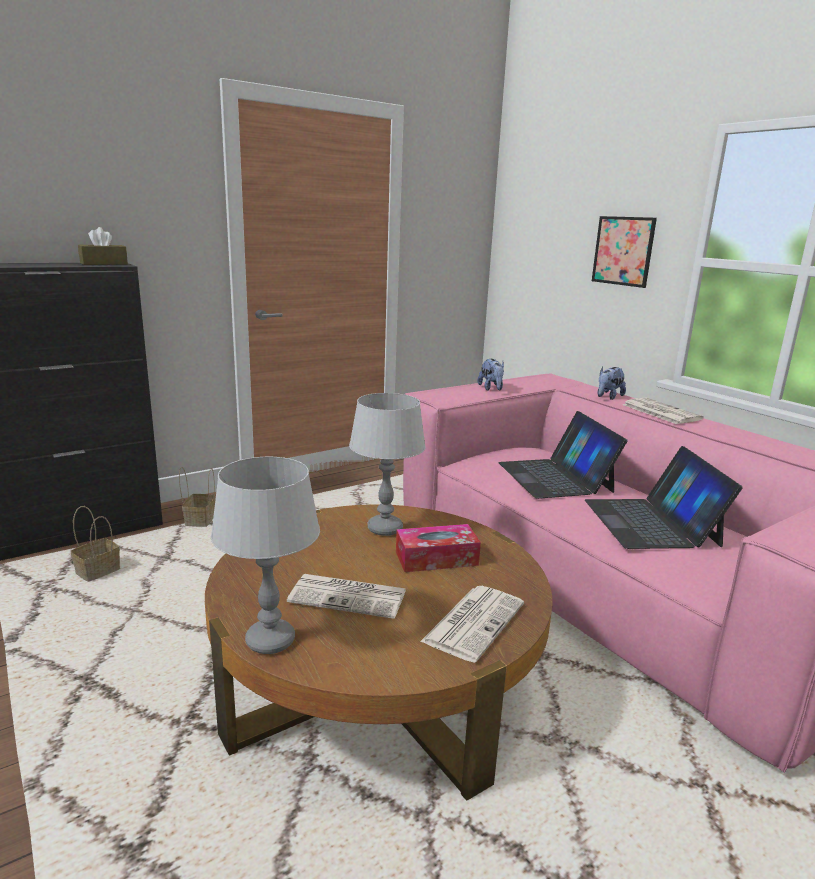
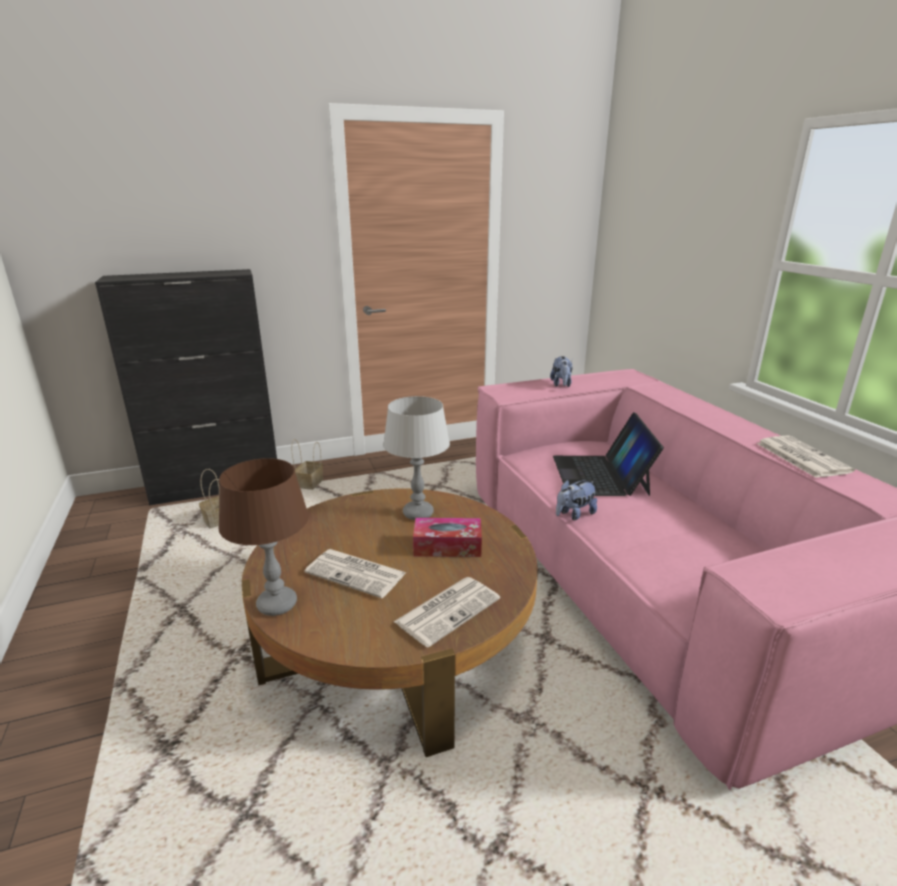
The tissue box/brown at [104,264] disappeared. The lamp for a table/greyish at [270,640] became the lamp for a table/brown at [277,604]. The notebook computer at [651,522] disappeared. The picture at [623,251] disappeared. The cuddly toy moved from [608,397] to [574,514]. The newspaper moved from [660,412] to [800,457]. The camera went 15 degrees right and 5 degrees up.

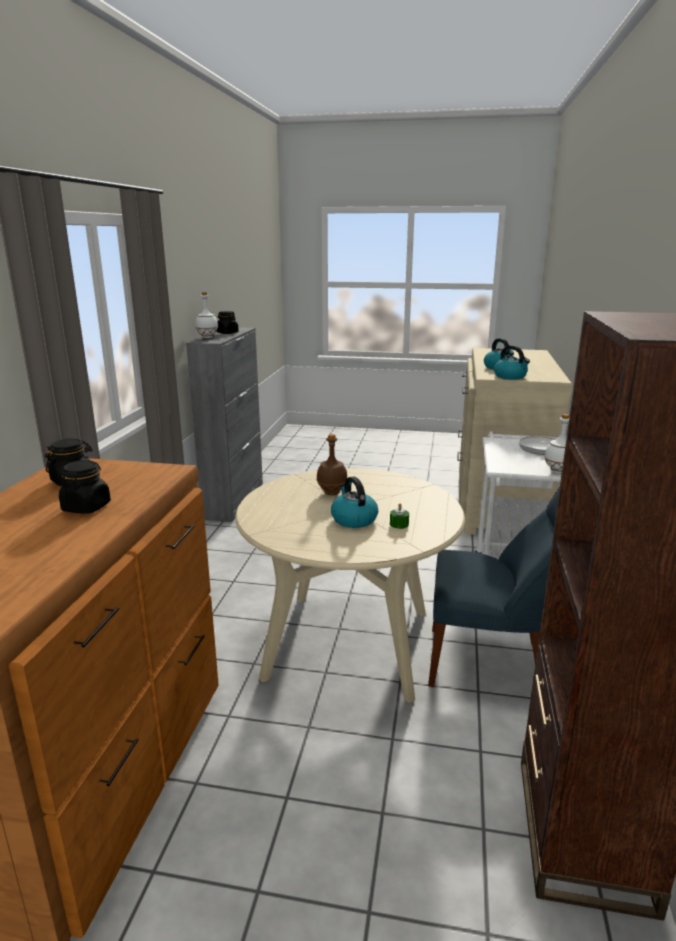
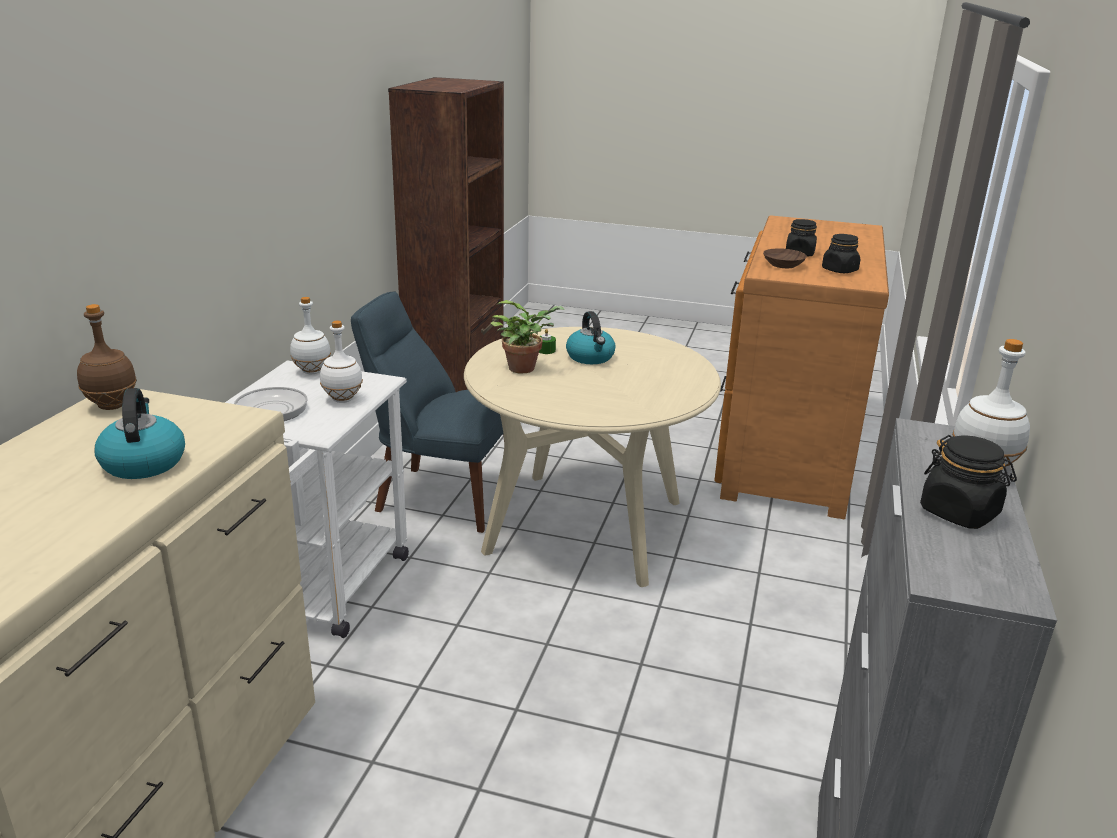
The bottle/brown moved from [332,493] to [111,406]. The water kettle at [510,376] disappeared. The bottle/white-coloured at [342,400] appeared. The potted plant at [525,368] appeared. The deep dish/brown at [782,265] appeared. The camera went 175 degrees left and 5 degrees up.

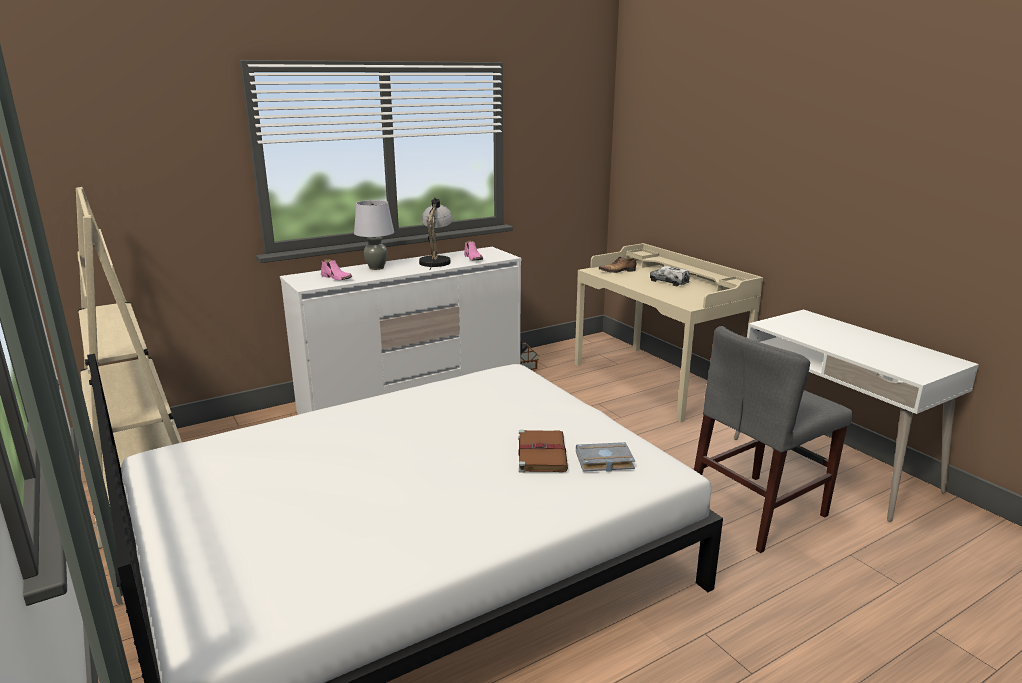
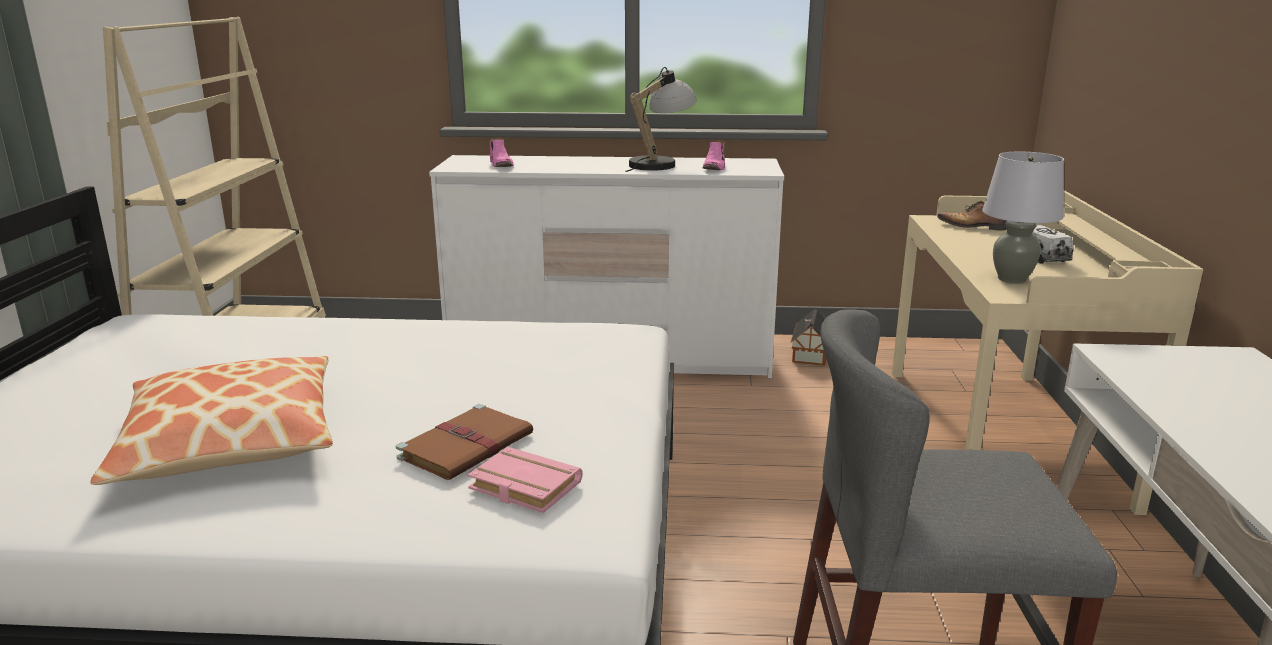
The lamp for a table/greyish moved from [376,268] to [1011,279]. The volume/greyish at [603,462] became the volume/pink at [522,487]. The throw pillow at [230,441] appeared. The camera went 35 degrees right and 0 degrees up.

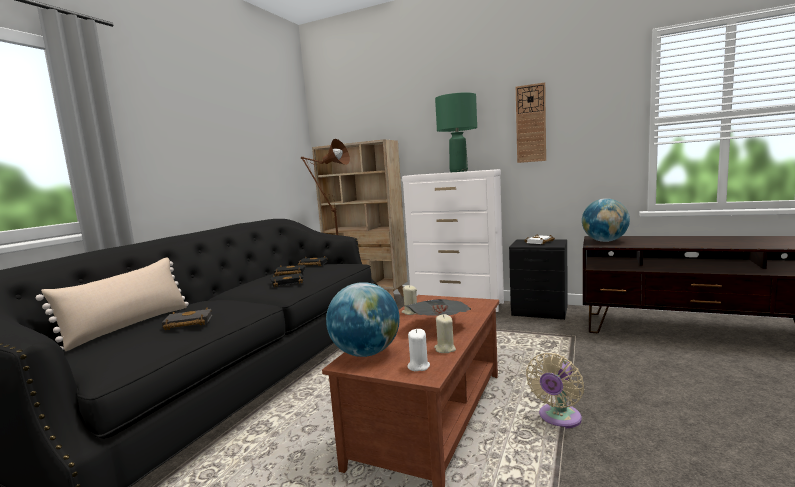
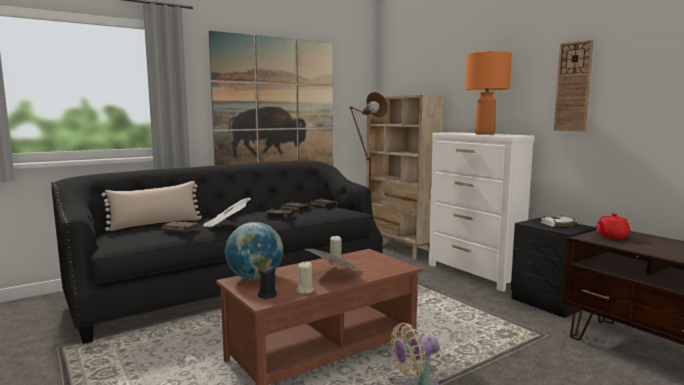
The candle/white-coloured at [418,366] became the candle/blackish at [268,295]. The lamp for a table/greenish at [458,171] became the lamp for a table/orangey at [484,134]. The world globe at [605,241] was replaced by the teapot/reddish at [611,236]. The newspaper at [226,225] appeared. The picture at [276,106] appeared. The camera went 30 degrees right and 0 degrees up.

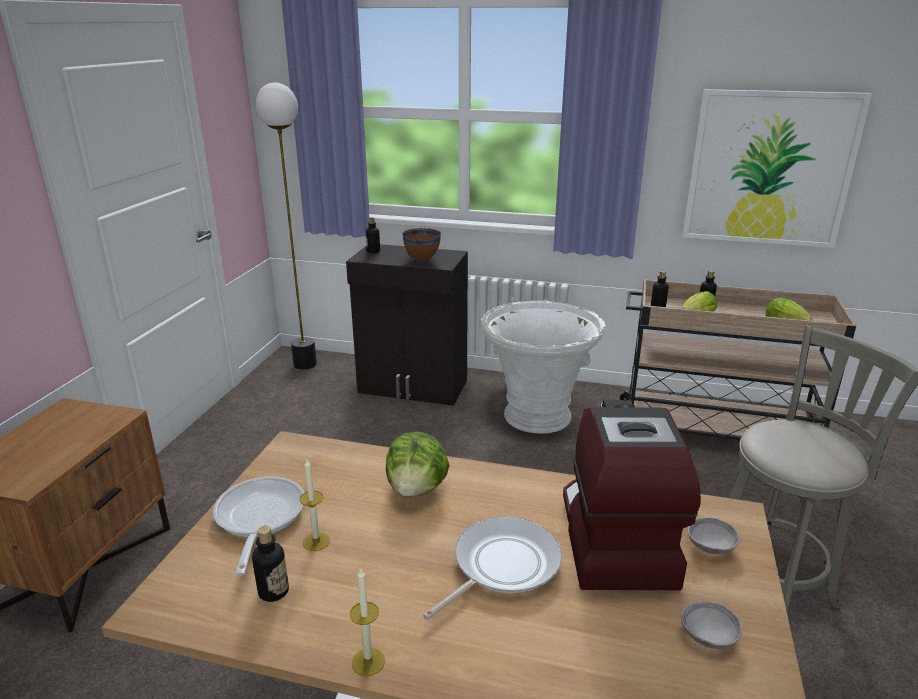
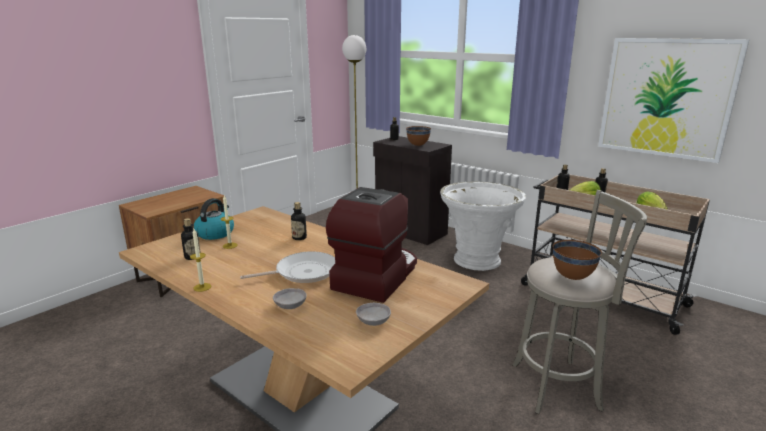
The frying pan at [258,519] was replaced by the water kettle at [215,233]. The lettuce head at [417,489] was replaced by the bottle at [299,238]. The deep dish/greyish moved from [710,546] to [290,306]. The deep dish/brown at [572,277] appeared. The camera went 25 degrees right and 5 degrees down.

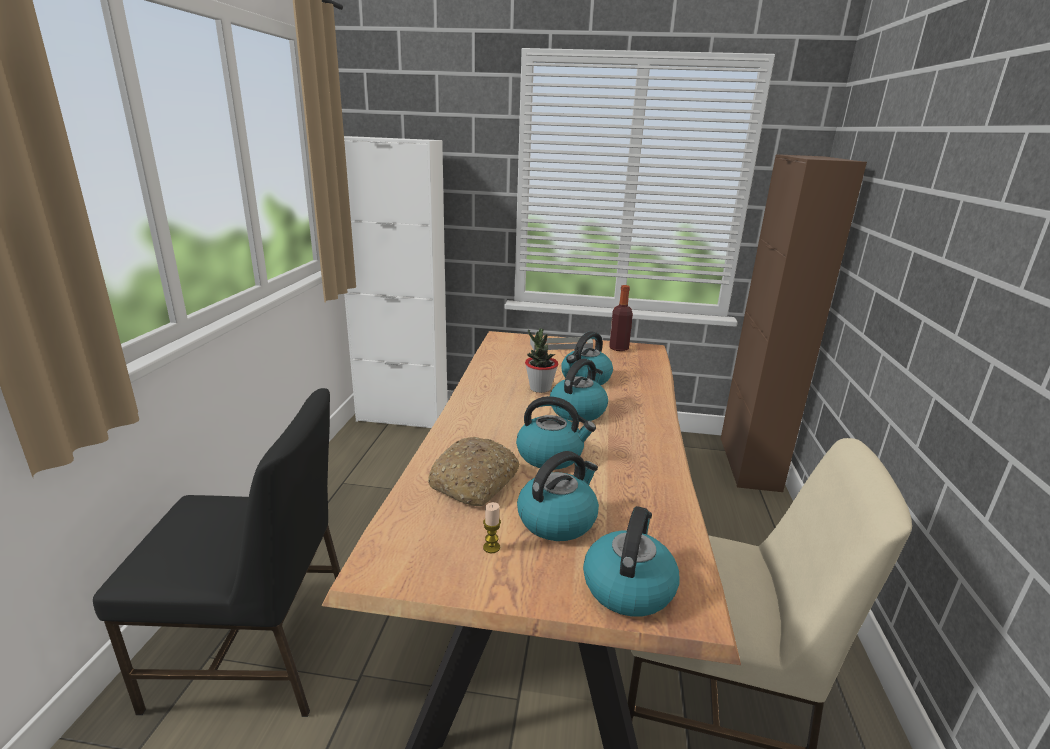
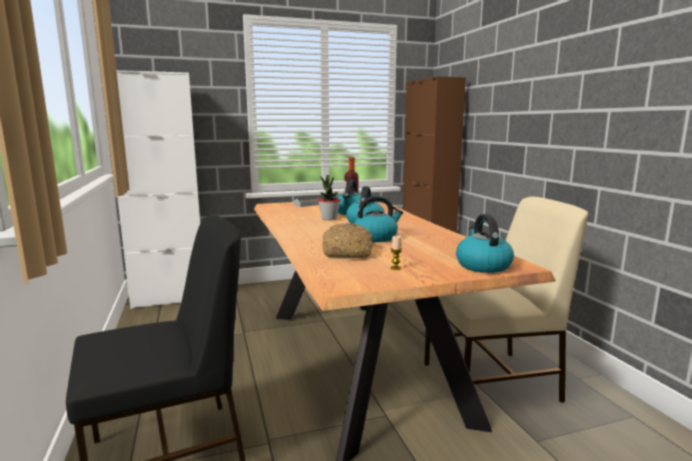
The water kettle at [557,519] disappeared. The camera went 25 degrees left and 10 degrees down.

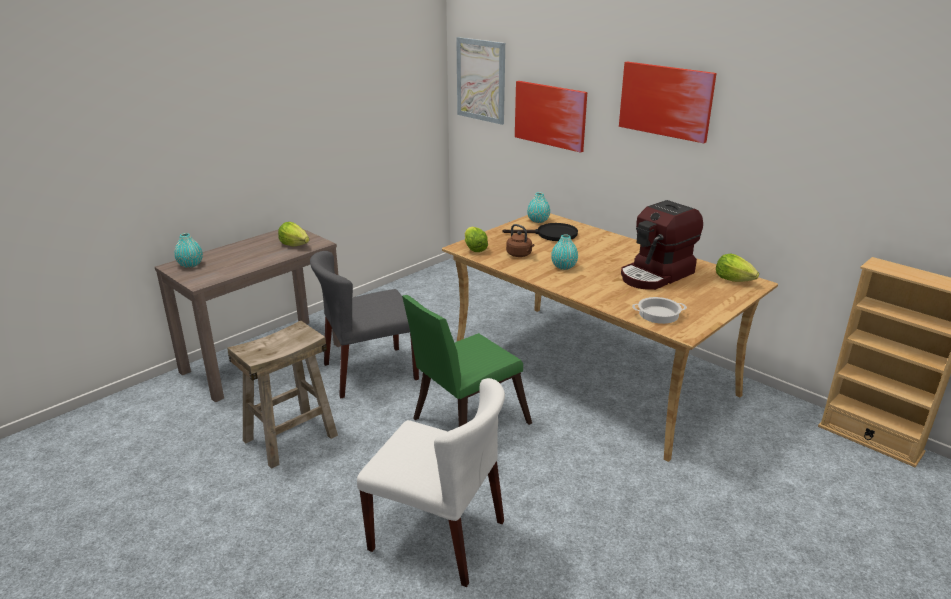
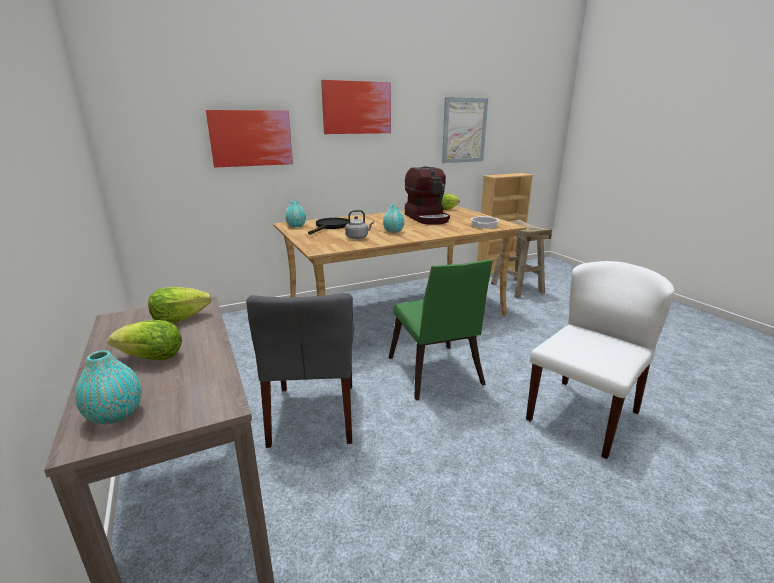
The stool/beige moved from [290,438] to [517,288]. The picture moved from [481,80] to [464,130]. The lettuce head moved from [474,249] to [152,358]. The water kettle/brown at [520,255] became the water kettle/greyish at [358,237]. The camera went 70 degrees left and 5 degrees down.

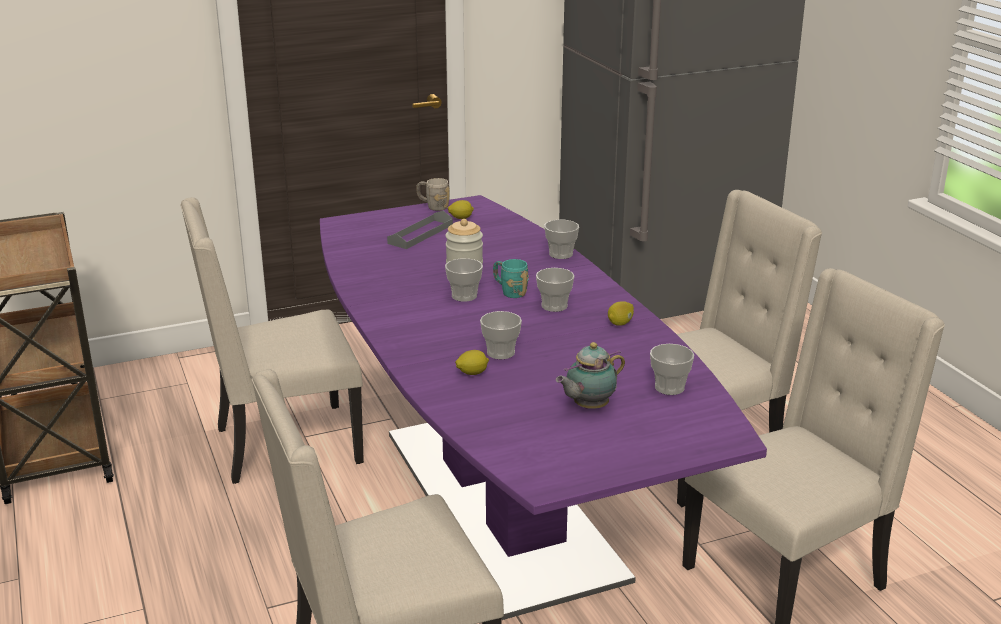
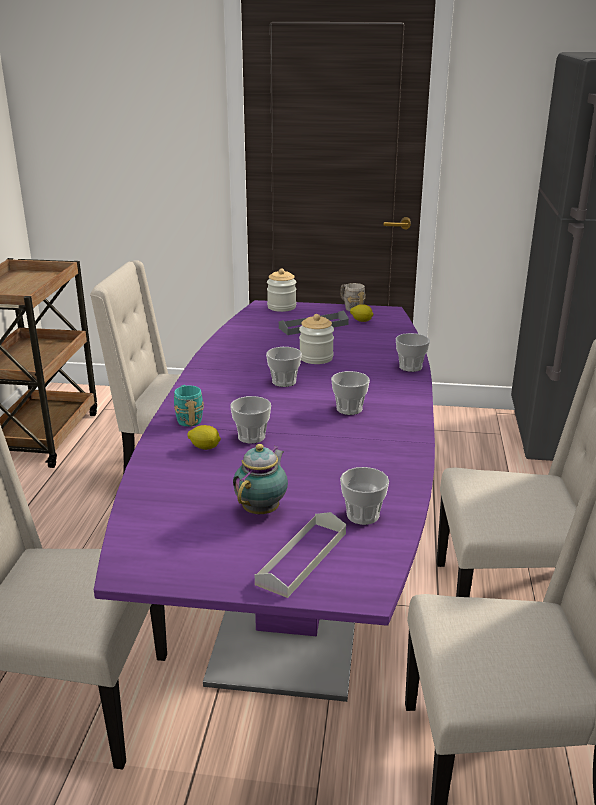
The coffee mug/blue-green moved from [509,292] to [188,418]. The teapot at [588,407] turned 120 degrees clockwise. The whole lemon at [620,323] disappeared. The serving tray/greyish at [302,558] appeared. The jar at [281,307] appeared. The camera went 30 degrees right and 0 degrees up.

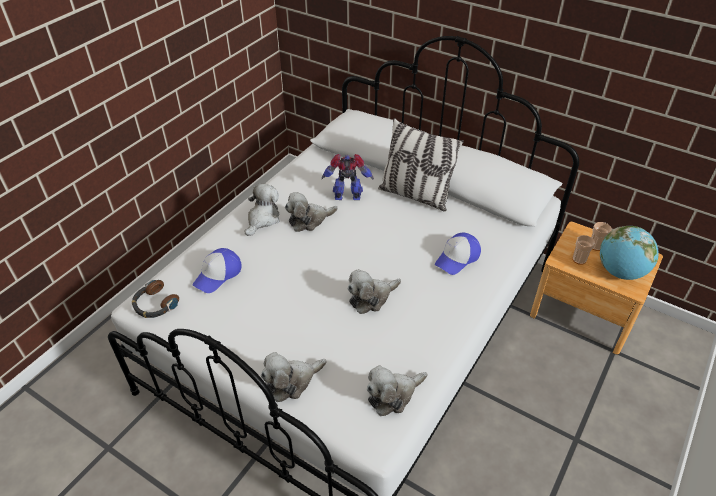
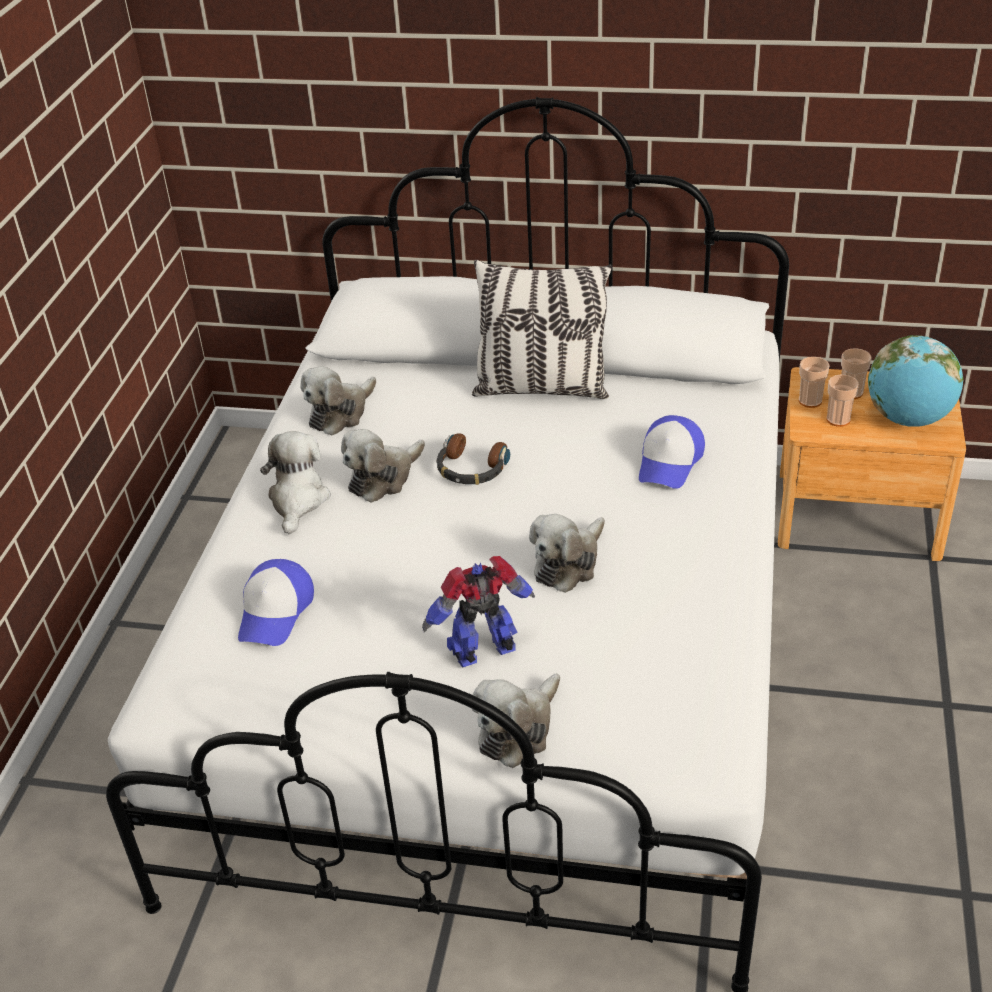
The headset moved from [155,304] to [471,469]. The model robot moved from [348,197] to [485,651]. The cuddly toy moved from [393,395] to [340,413]. The drinking cup at [810,401] appeared. The camera went 20 degrees left and 5 degrees down.

